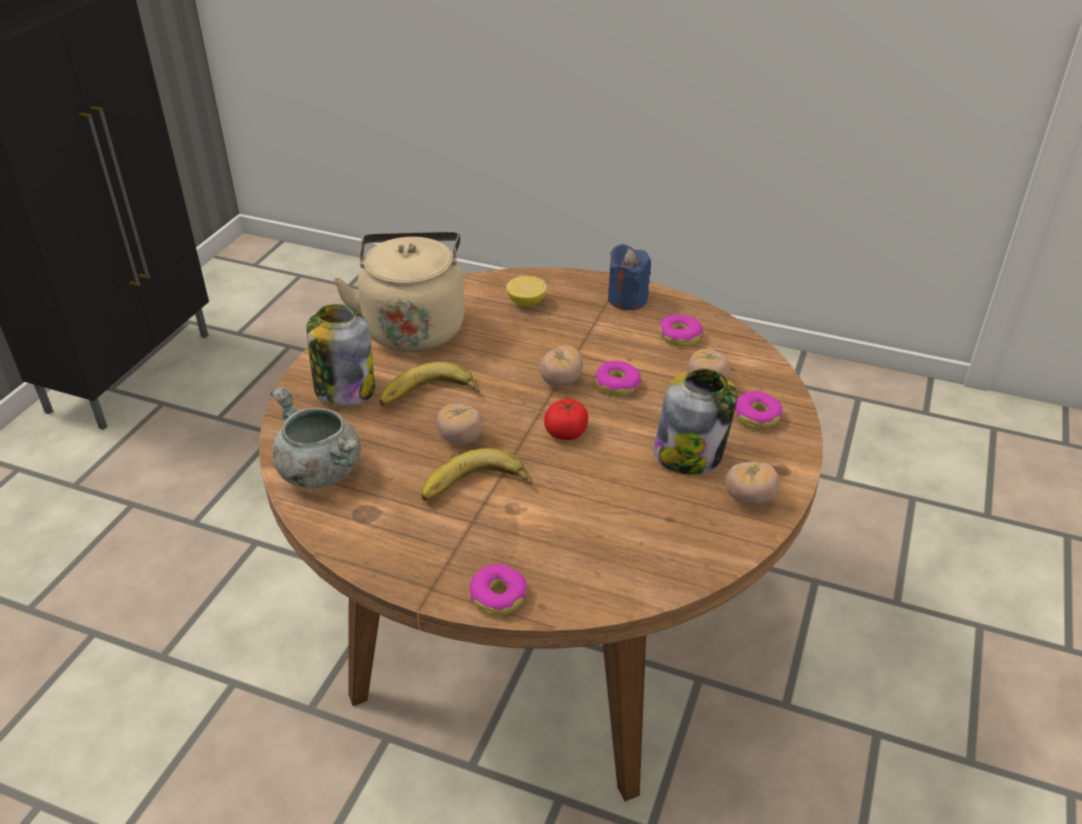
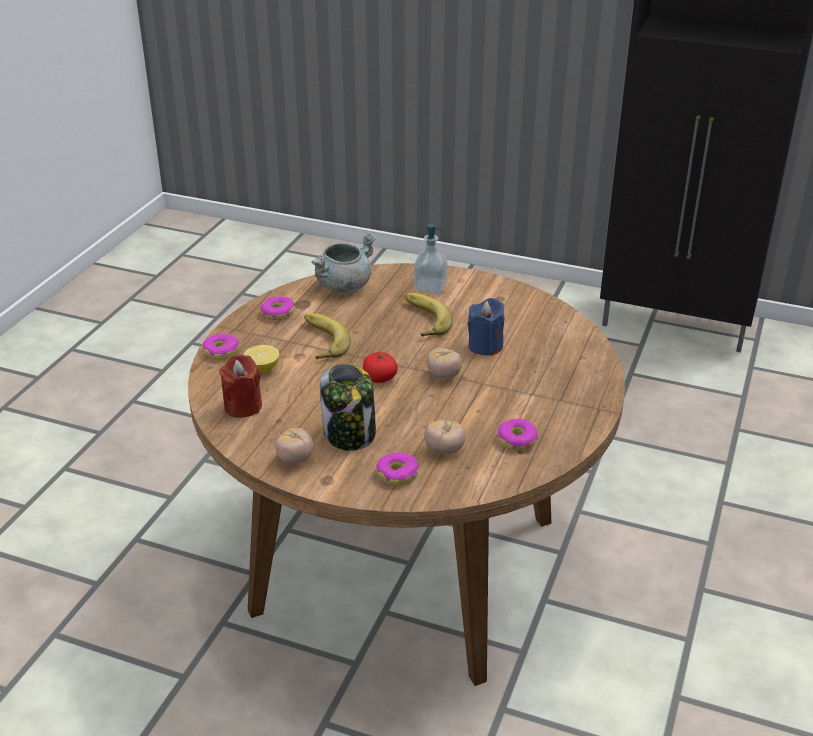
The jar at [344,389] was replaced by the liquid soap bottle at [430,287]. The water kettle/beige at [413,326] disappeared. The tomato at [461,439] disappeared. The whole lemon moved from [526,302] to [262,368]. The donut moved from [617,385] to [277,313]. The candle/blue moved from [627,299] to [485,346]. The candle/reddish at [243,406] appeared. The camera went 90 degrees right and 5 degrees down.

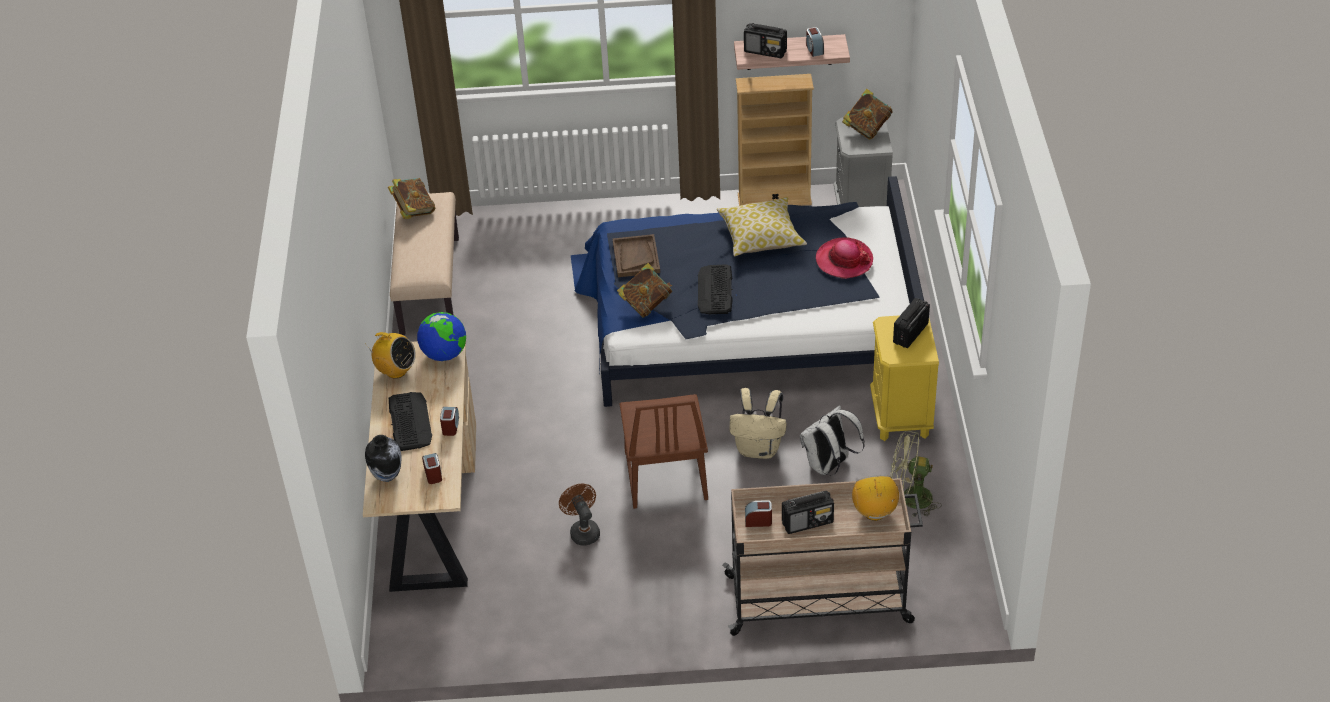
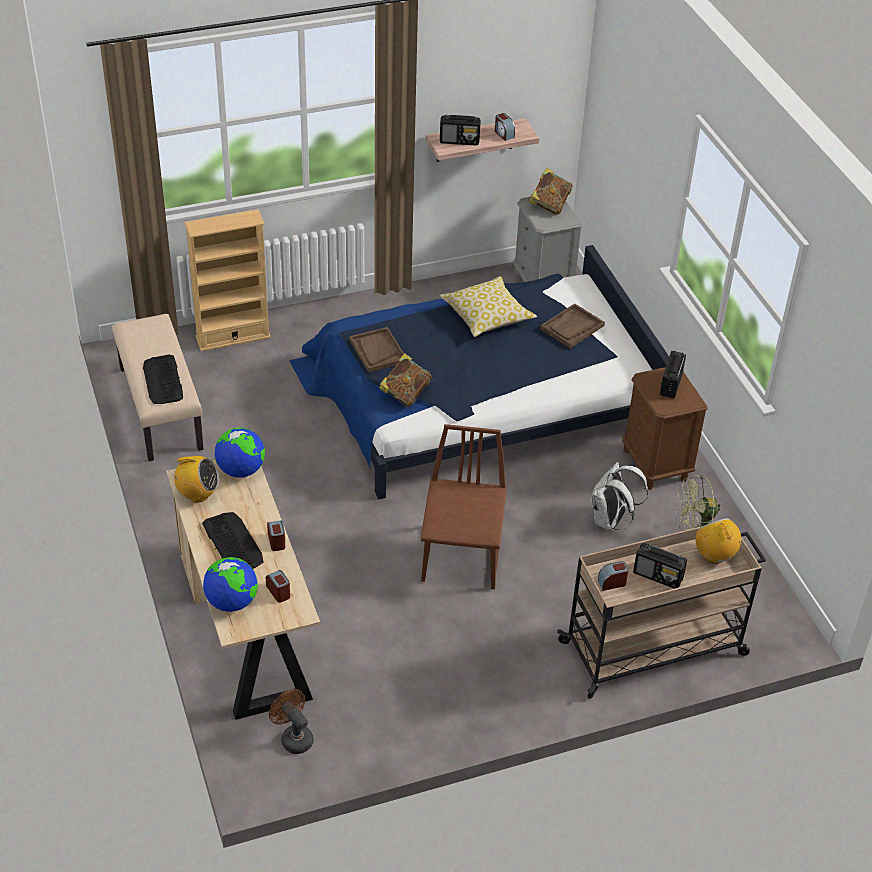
The decorative vase at [387,476] was replaced by the world globe at [232,602]. The volume at [413,210] disappeared. The fan/brown moved from [583,531] to [293,737]. The upright chair/brown at [664,476] turned 150 degrees counterclockwise. The PC keyboard moved from [715,290] to [163,380]. The rucksack/beige at [759,449] disappeared. The bookshelf/beige moved from [774,199] to [233,337]. The radio set at [808,522] turned 60 degrees clockwise. The wearable hat at [844,260] was replaced by the serving tray/brown at [572,327]. The night table/yellow at [901,416] became the night table/brown at [656,465]. The camera went 20 degrees left and 0 degrees up.

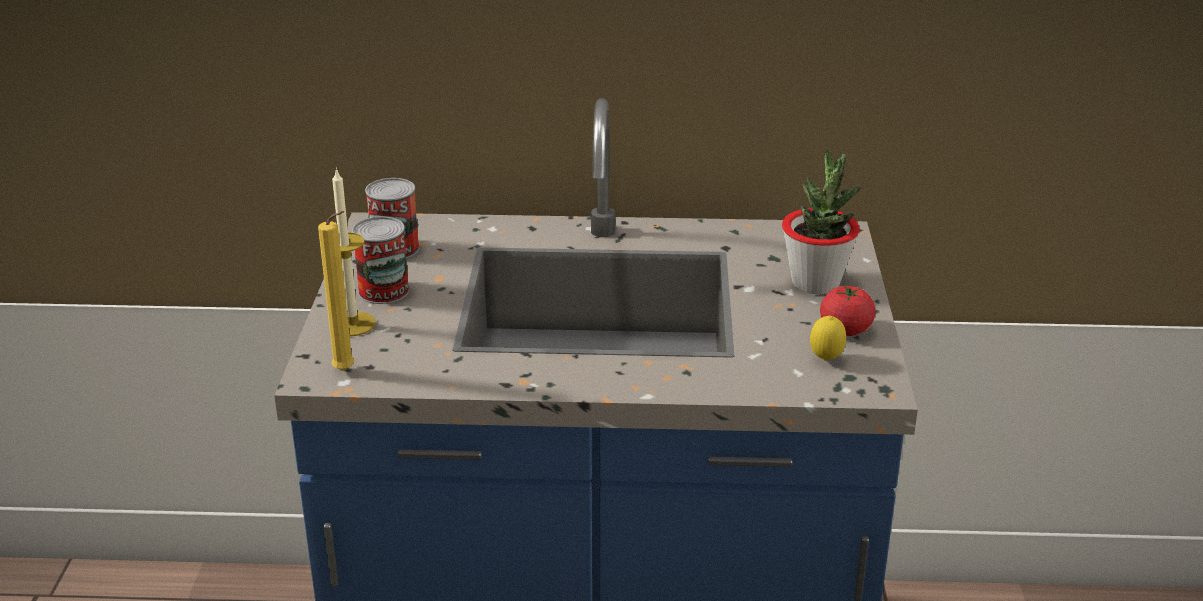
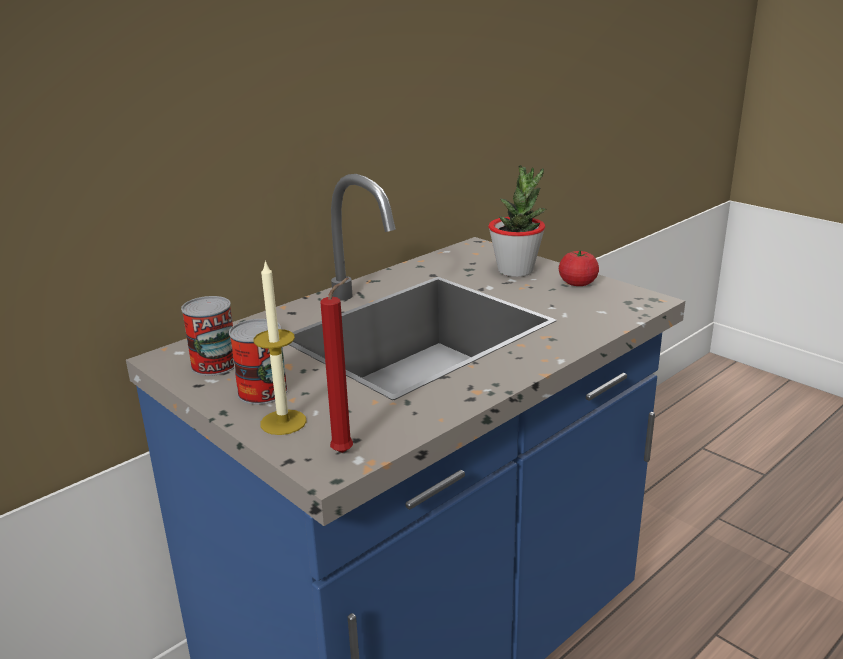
The candle/yellow at [347,371] became the candle/reddish at [346,451]. The whole lemon at [826,360] disappeared. The camera went 45 degrees left and 5 degrees down.

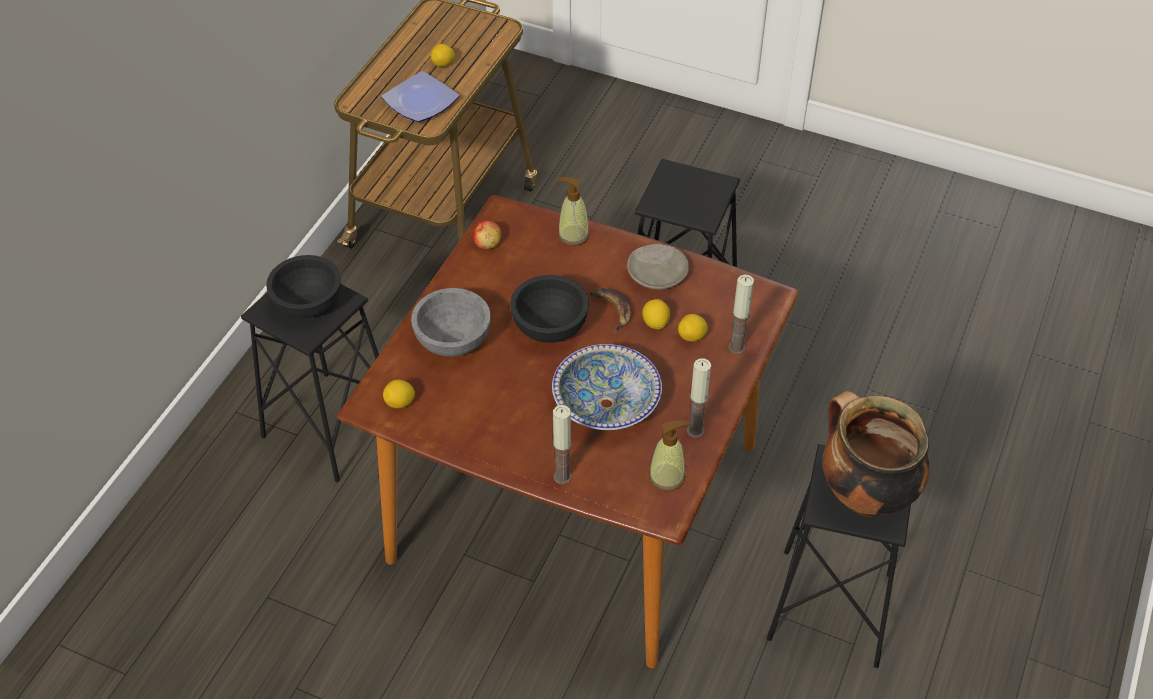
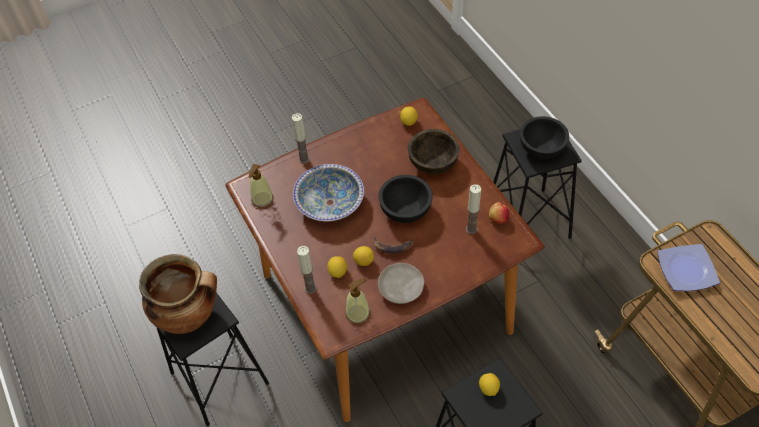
The deep dish/greyish at [452,341] became the deep dish/brown at [433,162]. The whole lemon moved from [443,64] to [488,388]. The liquid soap bottle moved from [573,235] to [358,314]. The candle moved from [695,431] to [471,229]. The camera went 130 degrees right and 5 degrees up.

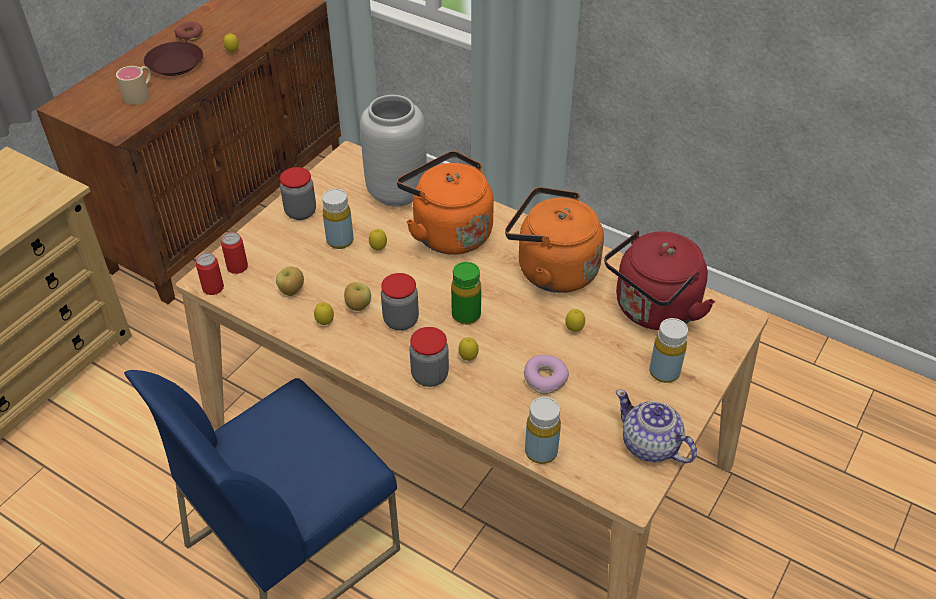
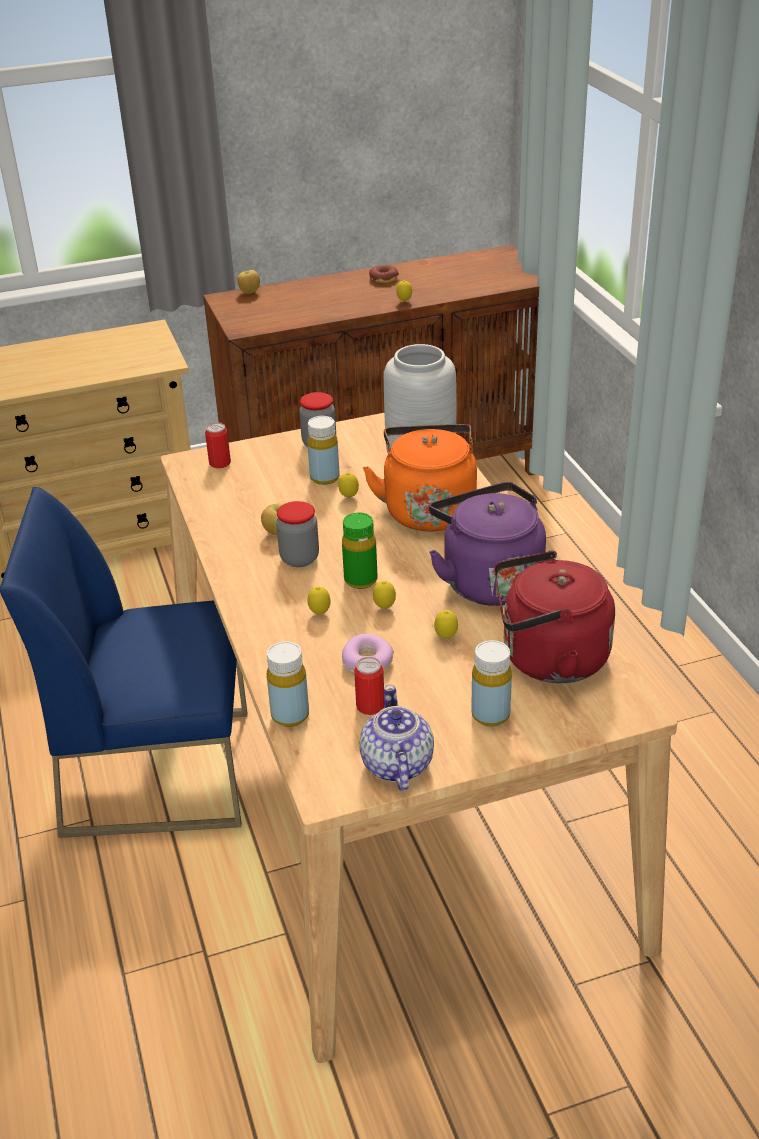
The coffee mug/beige at [140,94] disappeared. The flat dish/brown at [174,64] disappeared. The metal can moved from [213,288] to [370,706]. The whole apple moved from [292,291] to [249,292]. The whole lemon moved from [325,323] to [384,608]. The jar at [430,375] disappeared. The water kettle/orangey at [552,270] became the water kettle/purple-coloured at [488,580]. The camera went 40 degrees right and 10 degrees down.

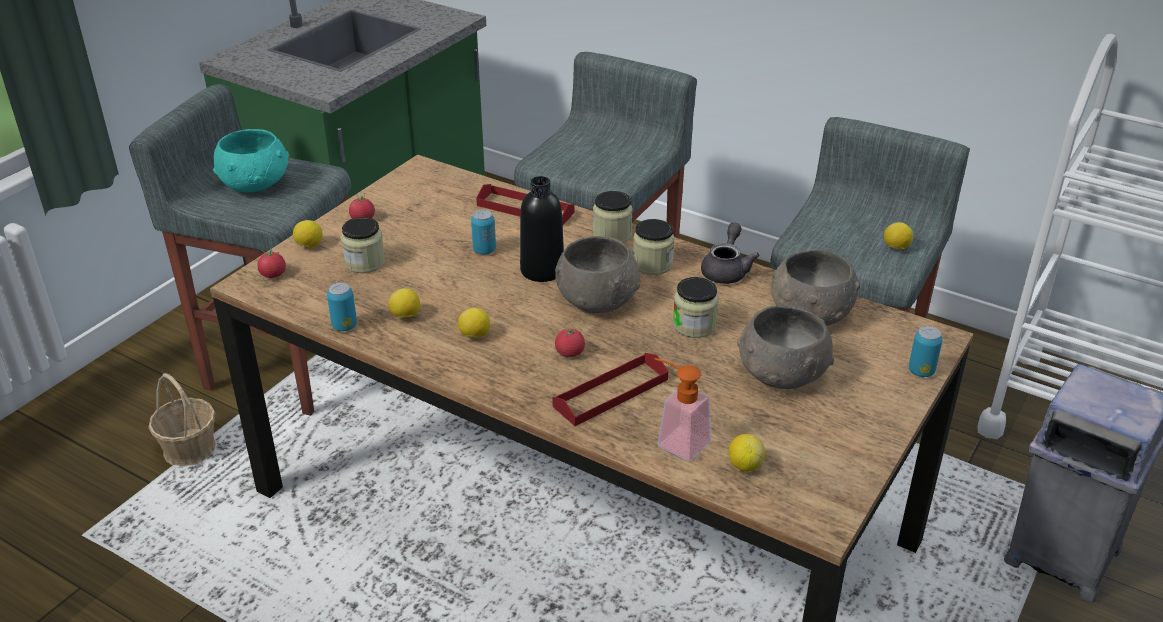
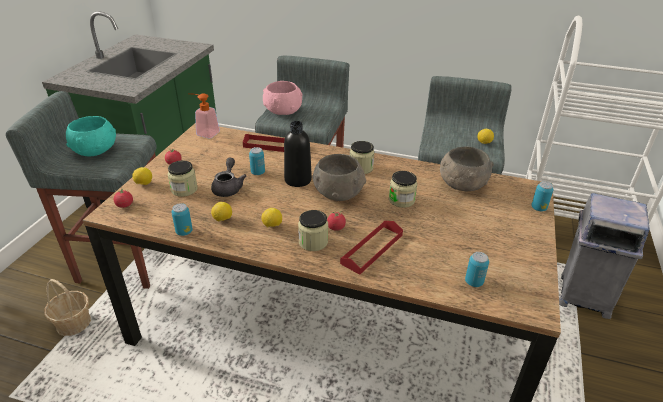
The jar moved from [612,235] to [313,242]. The liquid soap bottle moved from [676,440] to [204,133]. The teapot/greyish moved from [726,270] to [228,187]. The whole lemon at [745,465] was replaced by the metal can at [474,282]. The deep dish/greyish at [781,373] disappeared. The deep dish/pink at [283,111] appeared. The camera went 15 degrees left and 0 degrees up.

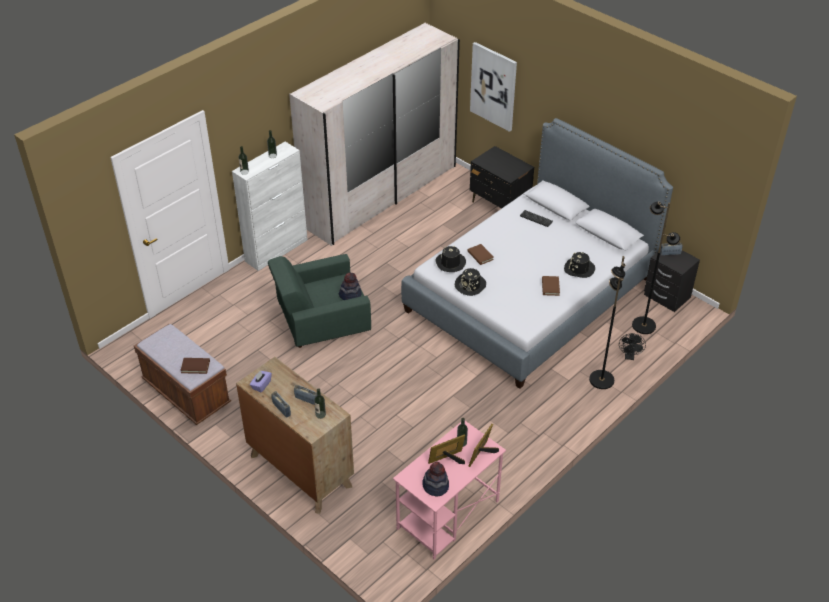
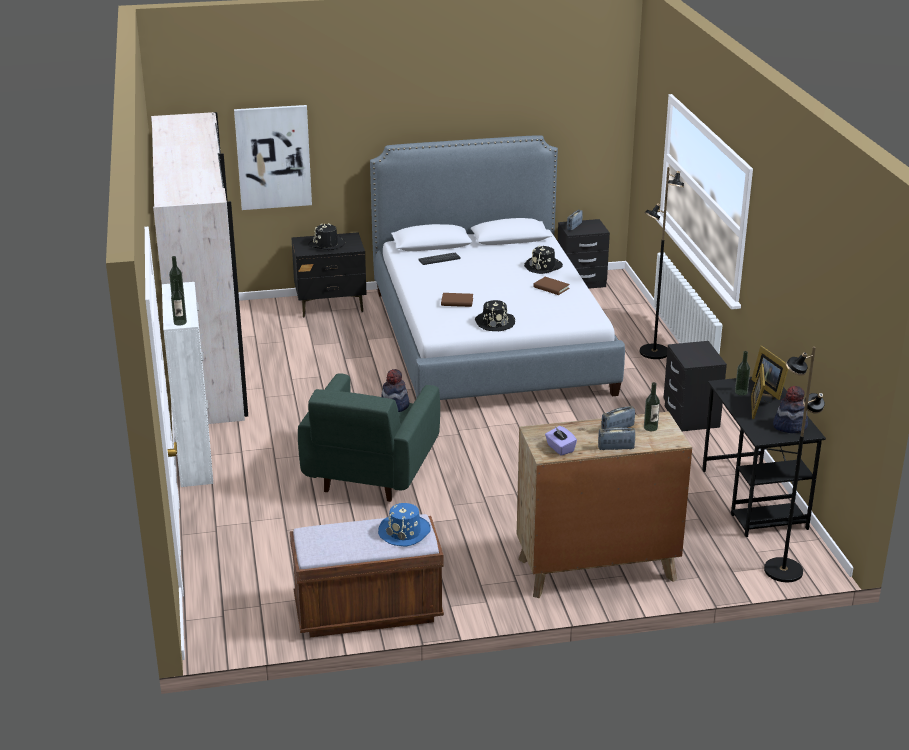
The volume/brown at [195,366] was replaced by the wearable hat/blue at [405,532]. The desk unit/pink at [447,515] became the desk unit/blackish at [754,499]. The wearable hat/blackish moved from [450,263] to [326,244]. The fan/blackish at [629,356] disappeared. The standing lamp/blackish moved from [643,325] to [782,570]. The night table/blackish at [691,417] appeared. The camera went 55 degrees left and 15 degrees down.

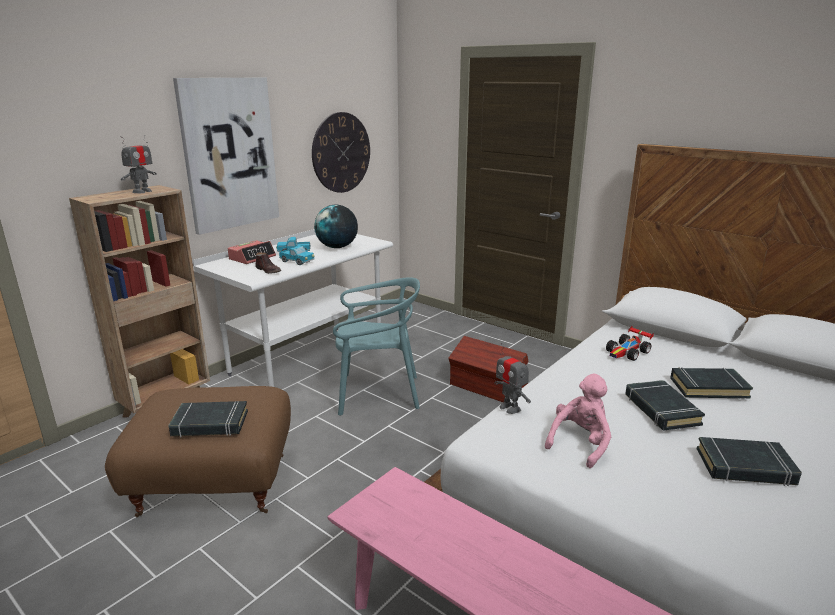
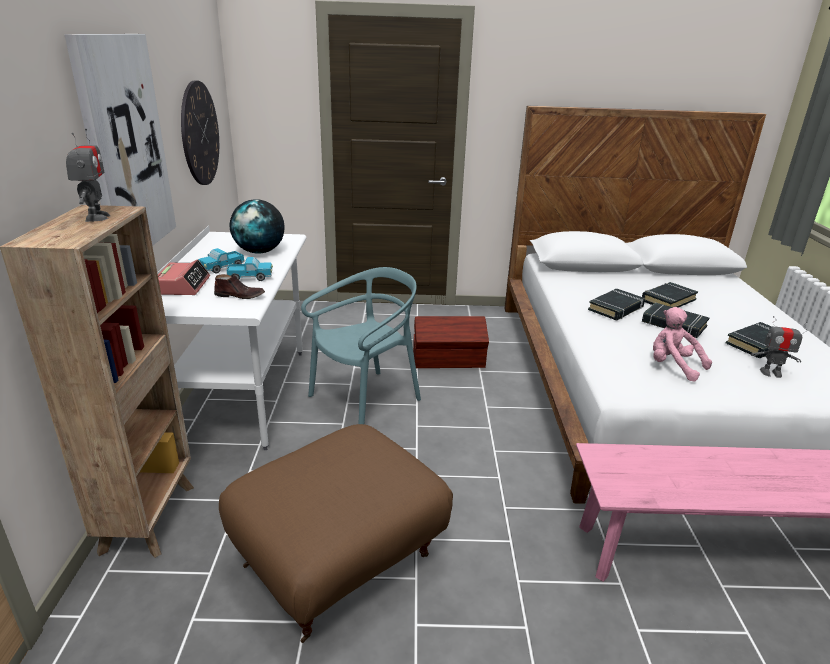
The volume/blackish moved from [210,424] to [616,308]. The model robot moved from [510,408] to [771,373]. The cuddly toy/pink at [580,443] turned 45 degrees counterclockwise. The model car at [628,352] disappeared. The camera went 40 degrees left and 5 degrees up.

